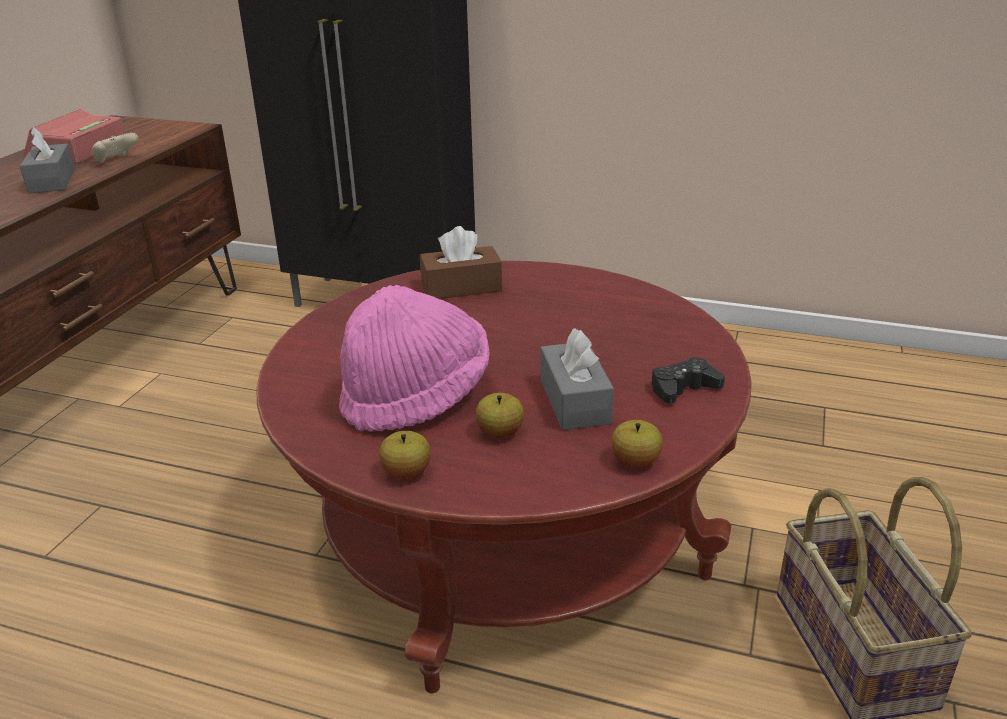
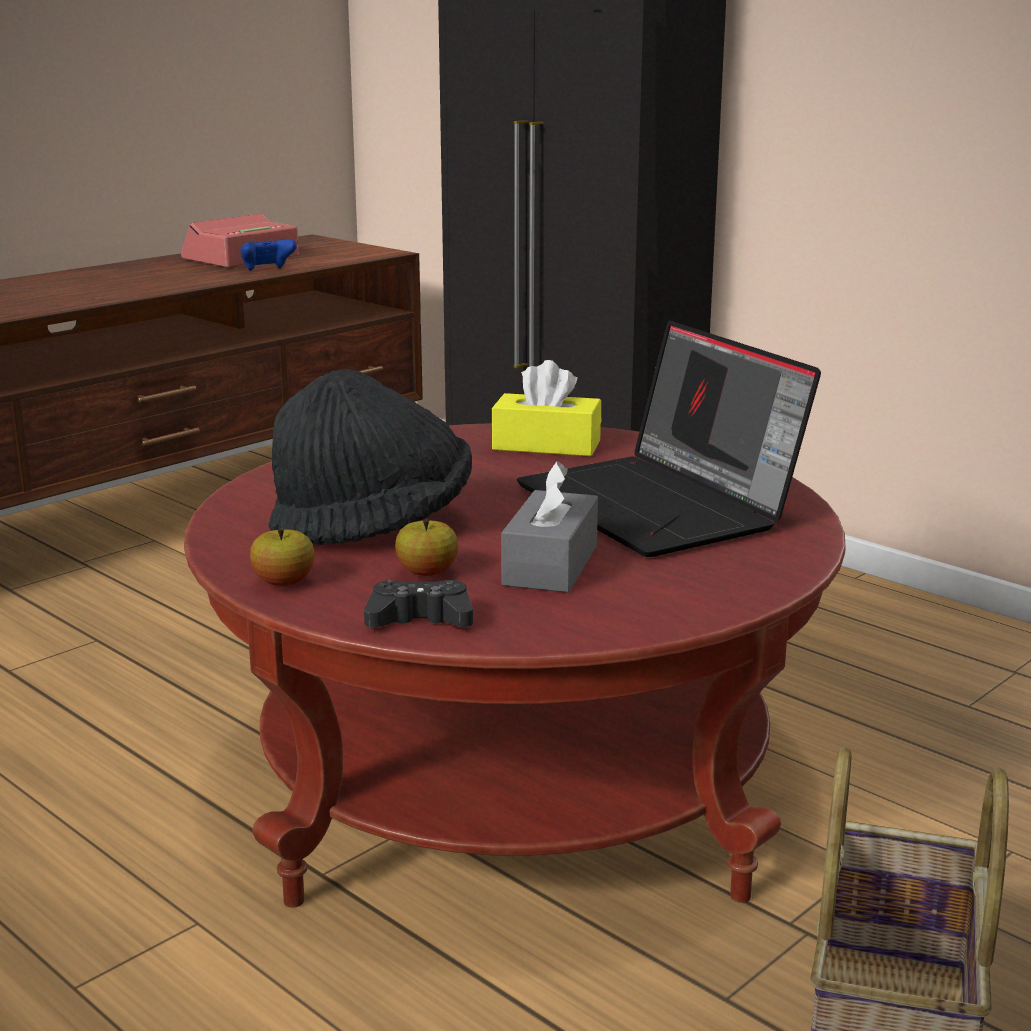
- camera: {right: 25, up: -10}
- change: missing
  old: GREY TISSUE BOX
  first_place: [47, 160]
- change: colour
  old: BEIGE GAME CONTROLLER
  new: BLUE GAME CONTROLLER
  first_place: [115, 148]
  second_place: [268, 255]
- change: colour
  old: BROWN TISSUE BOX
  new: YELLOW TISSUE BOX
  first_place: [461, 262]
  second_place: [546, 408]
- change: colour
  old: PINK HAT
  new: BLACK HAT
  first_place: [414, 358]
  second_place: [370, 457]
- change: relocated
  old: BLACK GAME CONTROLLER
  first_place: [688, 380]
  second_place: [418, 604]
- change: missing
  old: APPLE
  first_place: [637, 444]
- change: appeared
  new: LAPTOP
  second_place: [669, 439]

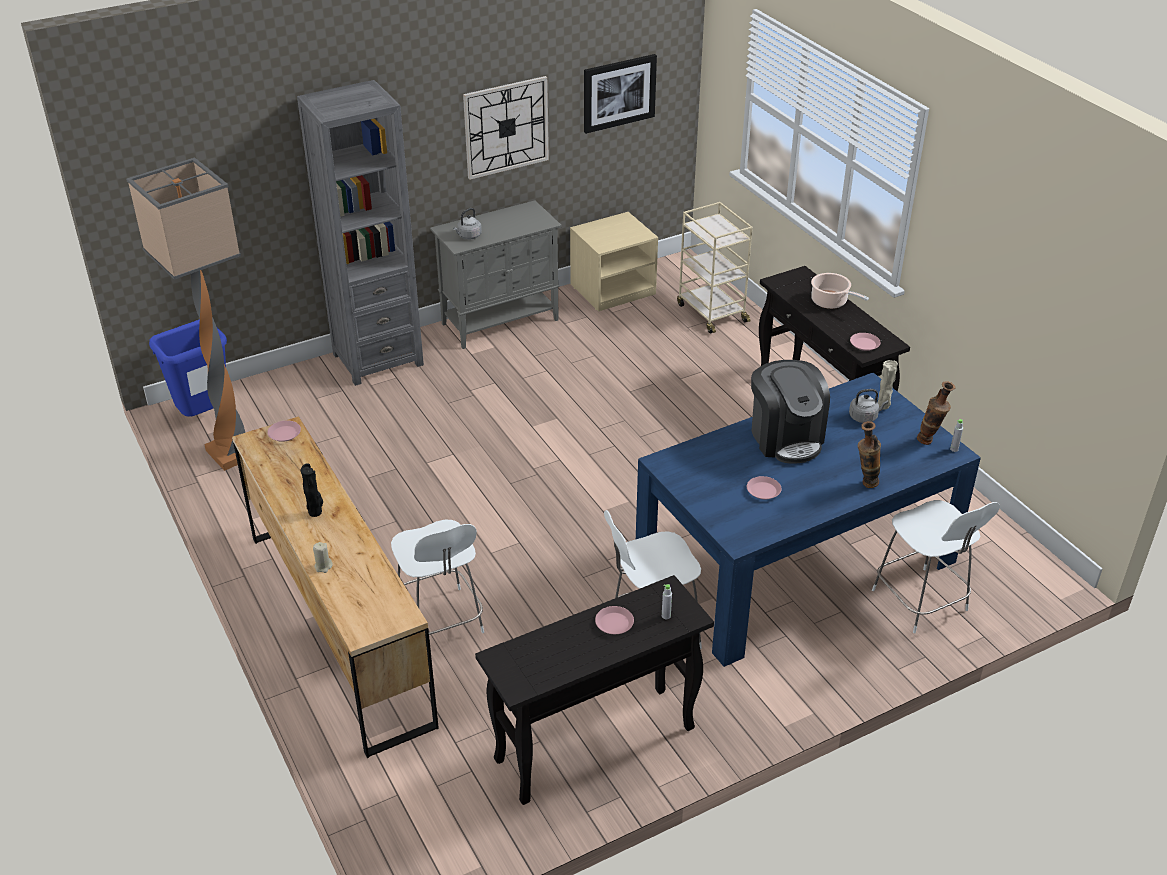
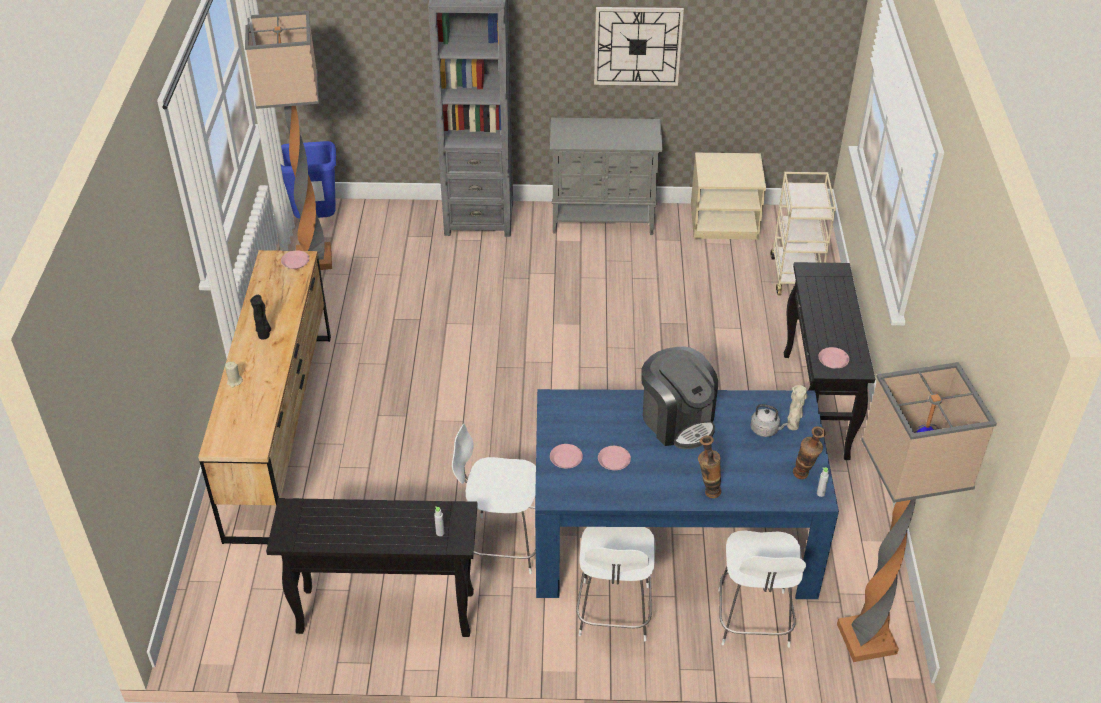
- camera: {right: 30, up: 5}
- change: missing
  old: PICTURE
  first_place: [620, 94]
- change: missing
  old: GREY KETTLE
  first_place: [467, 223]
- change: missing
  old: COOKING POT
  first_place: [840, 291]
- change: spun
  old: COFFEE MACHINE
  first_place: [790, 412]
  second_place: [679, 398]
  degrees: -45
- change: relocated
  old: WHITE STOOL
  first_place: [437, 577]
  second_place: [615, 584]
- change: relocated
  old: PINK PLATE
  first_place: [614, 620]
  second_place: [566, 456]
- change: appeared
  new: FLOOR LAMP
  second_place: [917, 512]

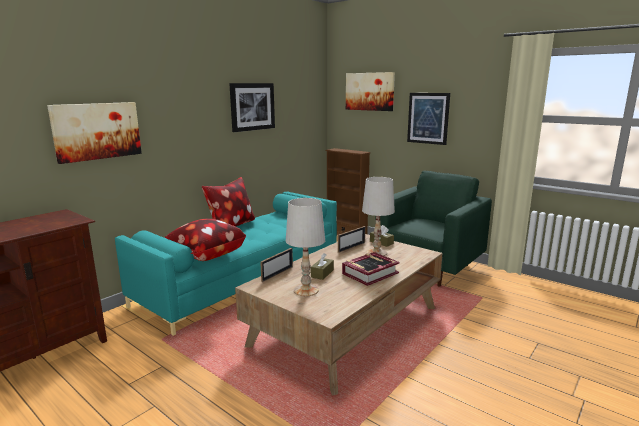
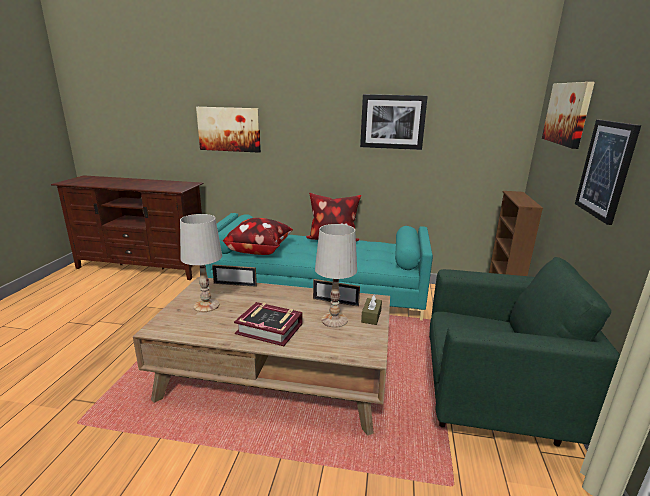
- camera: {right: 60, up: 5}
- change: missing
  old: BROWN TISSUE BOX
  first_place: [322, 266]

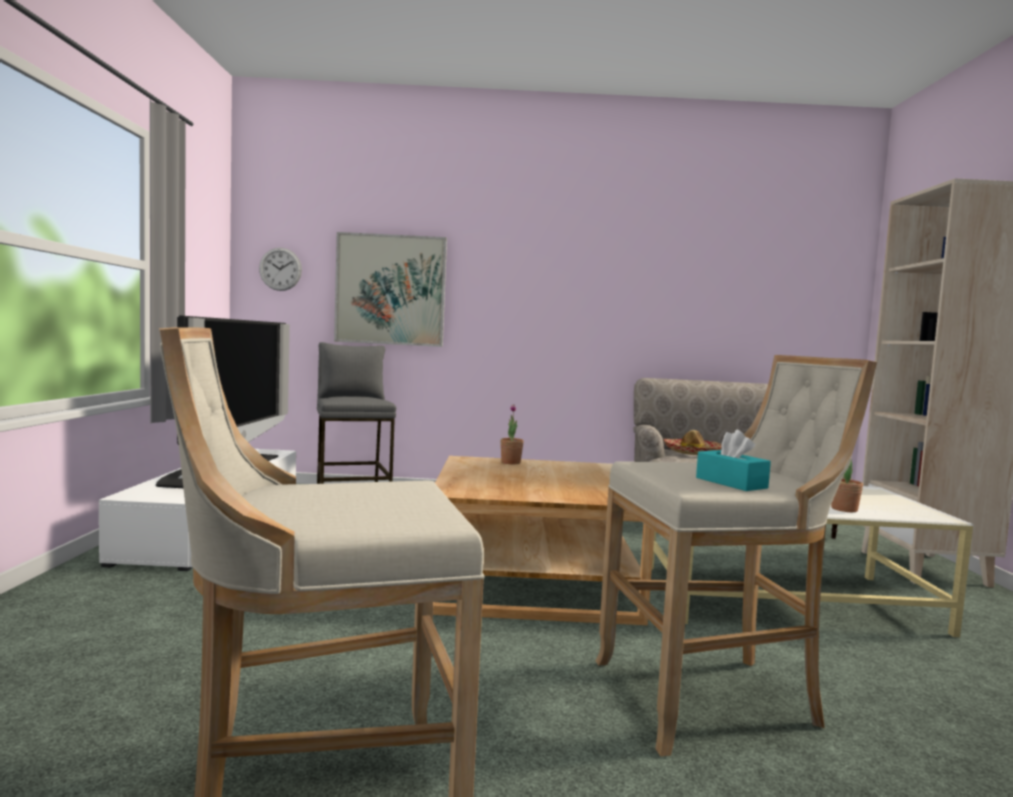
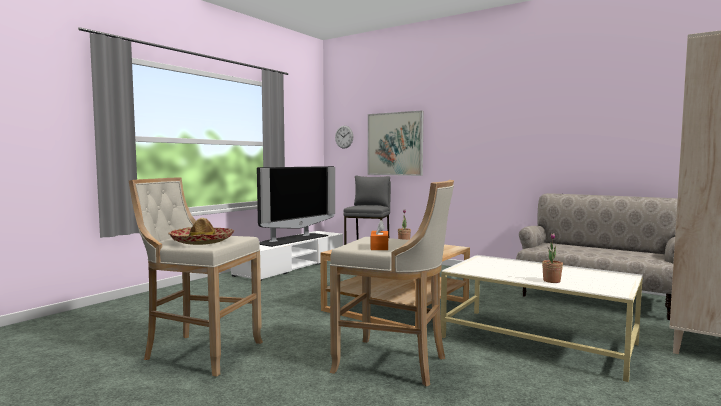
- camera: {right: 35, up: 0}
- change: relocated
  old: HAT
  first_place: [692, 442]
  second_place: [201, 231]
- change: colour
  old: TURQUOISE TISSUE BOX
  new: ORANGE TISSUE BOX
  first_place: [733, 460]
  second_place: [379, 235]

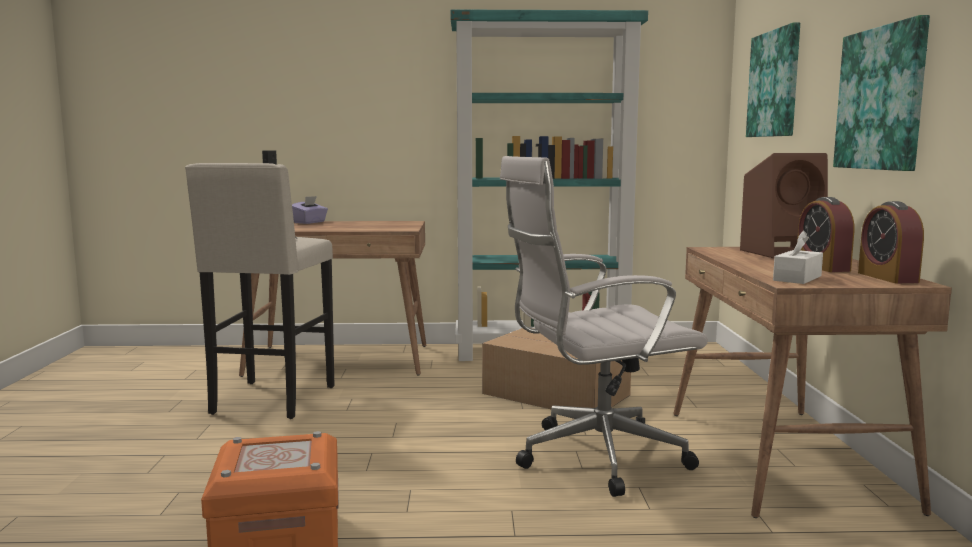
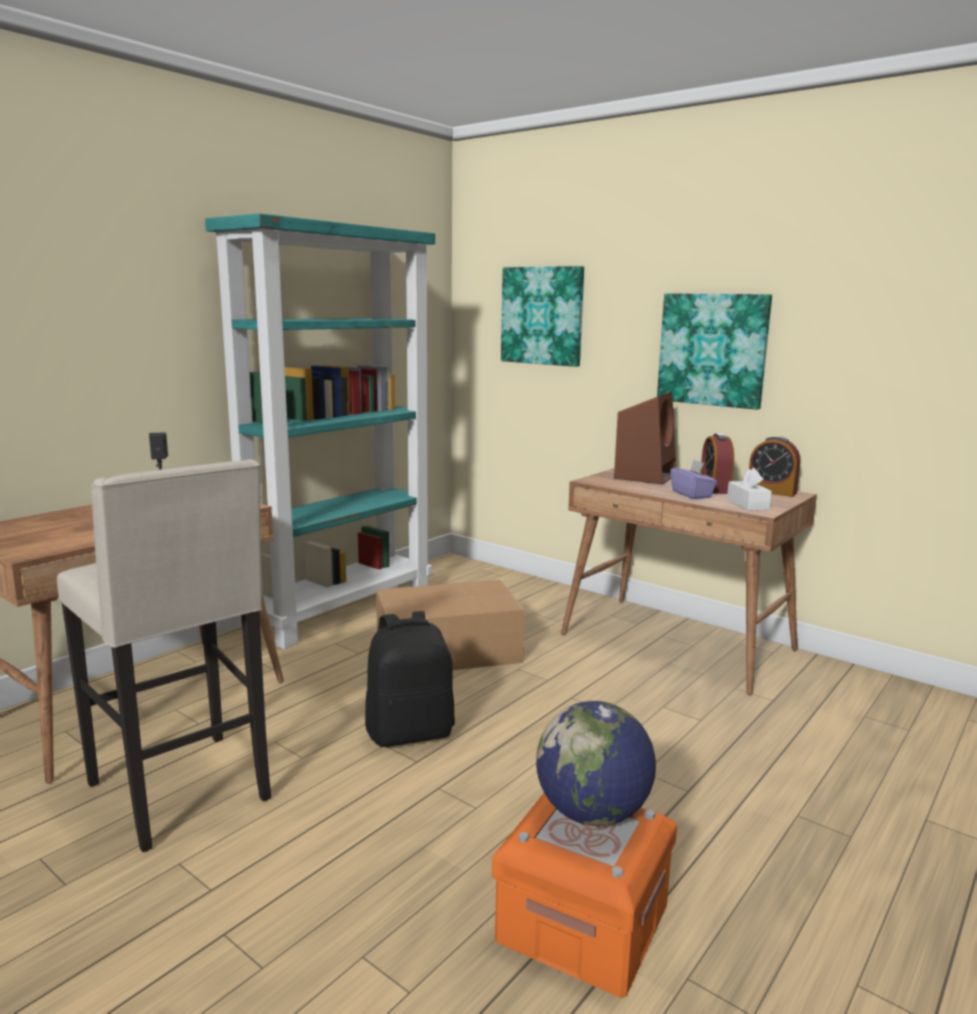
- camera: {right: -50, up: 5}
- change: missing
  old: WHITE OFFICE CHAIR
  first_place: [604, 326]
- change: relocated
  old: PURPLE TISSUE BOX
  first_place: [310, 210]
  second_place: [694, 479]
- change: spun
  old: ALARM CLOCK
  first_place: [825, 234]
  second_place: [717, 463]
  degrees: 60
- change: appeared
  new: BLACK BACKPACK
  second_place: [410, 679]
- change: appeared
  new: GLOBE
  second_place: [596, 763]

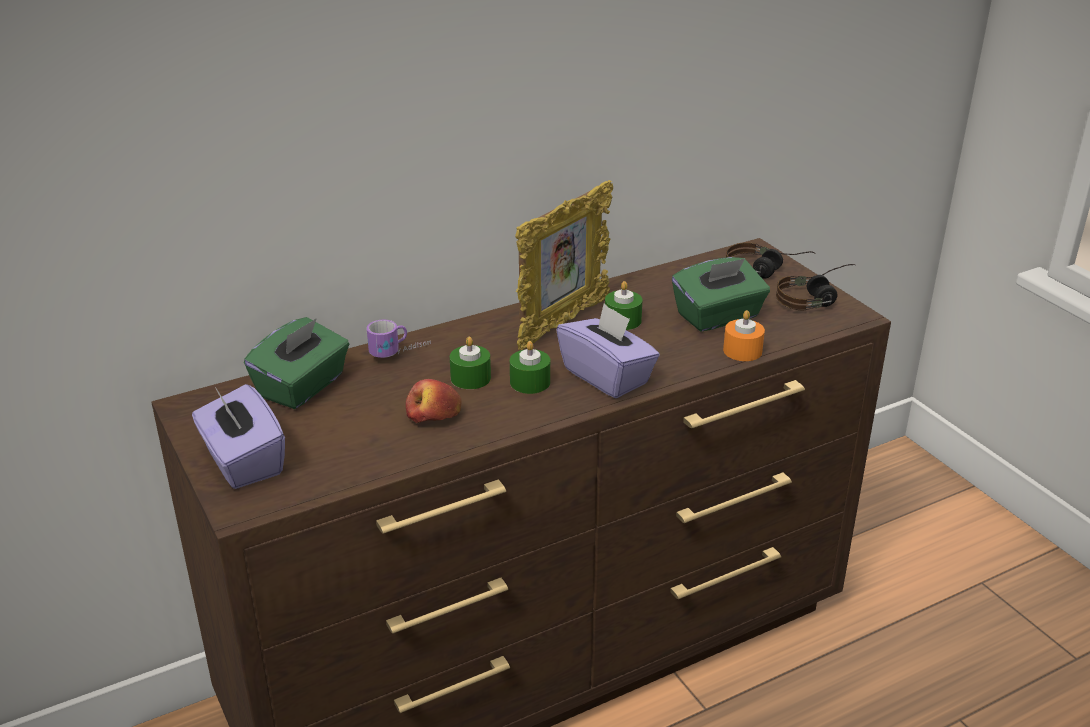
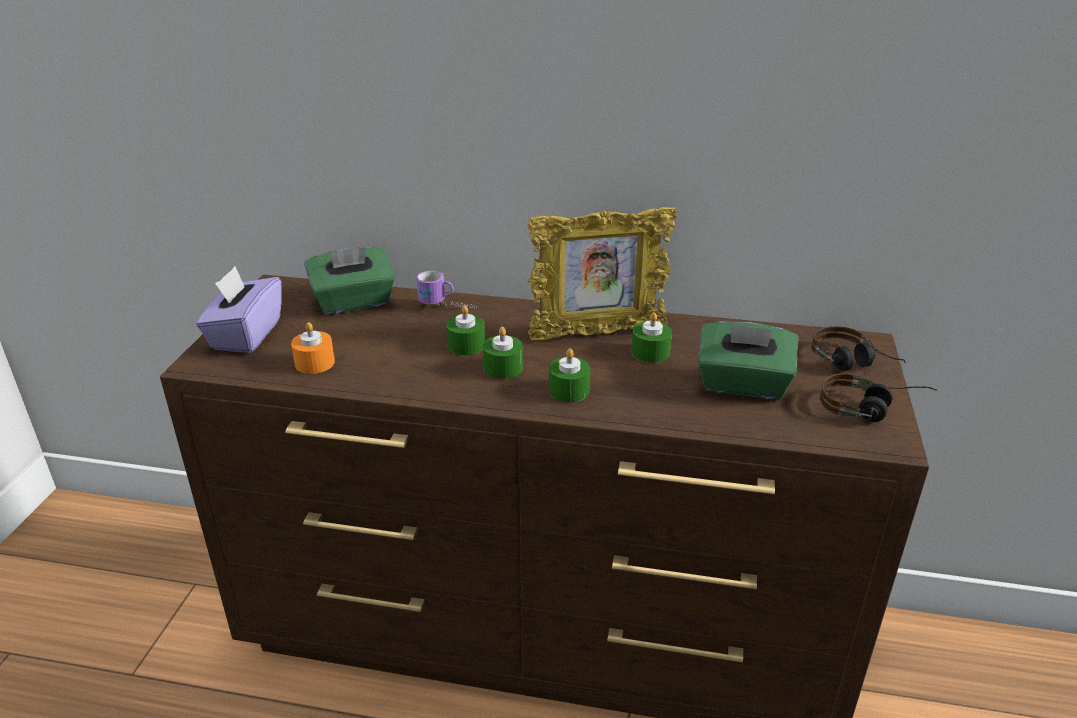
- camera: {right: 40, up: 0}
- change: exchanged
  old: PURPLE TISSUE BOX
  new: GREEN CANDLE
  first_place: [608, 350]
  second_place: [569, 375]
- change: relocated
  old: ORANGE CANDLE
  first_place: [744, 335]
  second_place: [313, 348]
- change: missing
  old: APPLE
  first_place: [434, 401]

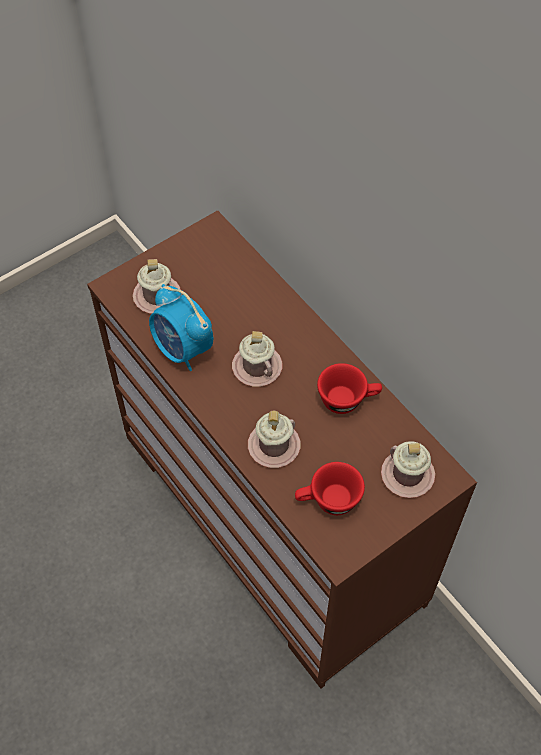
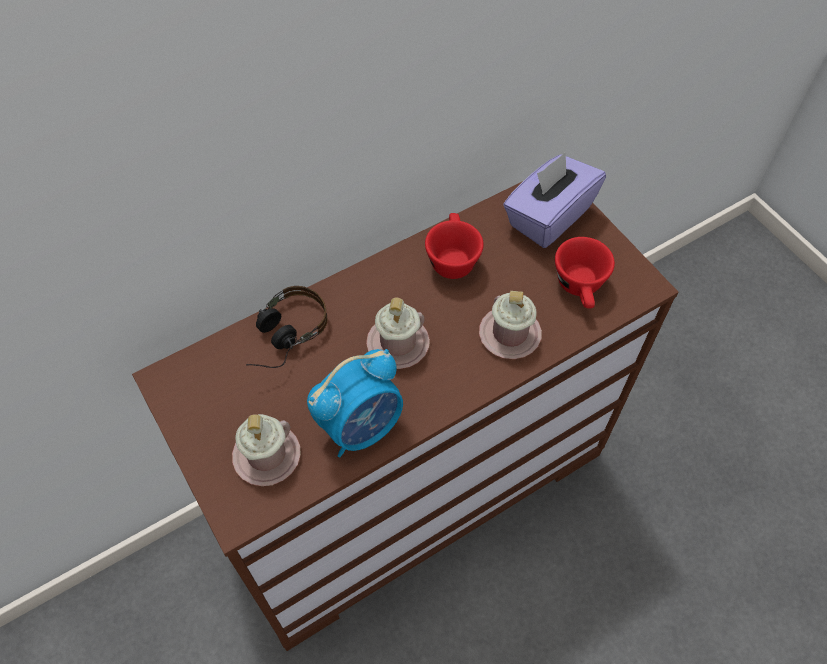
- camera: {right: -85, up: 0}
- change: exchanged
  old: PINK MUG
  new: PURPLE TISSUE BOX
  first_place: [408, 469]
  second_place: [554, 200]
- change: appeared
  new: HEADPHONES
  second_place: [286, 327]

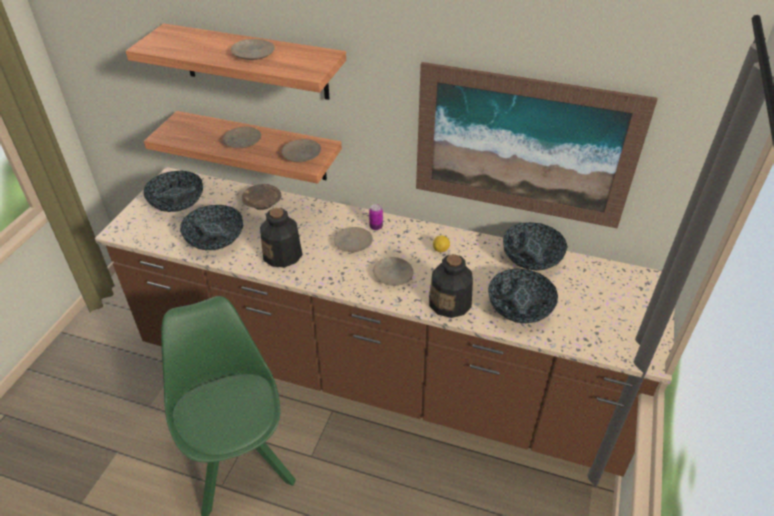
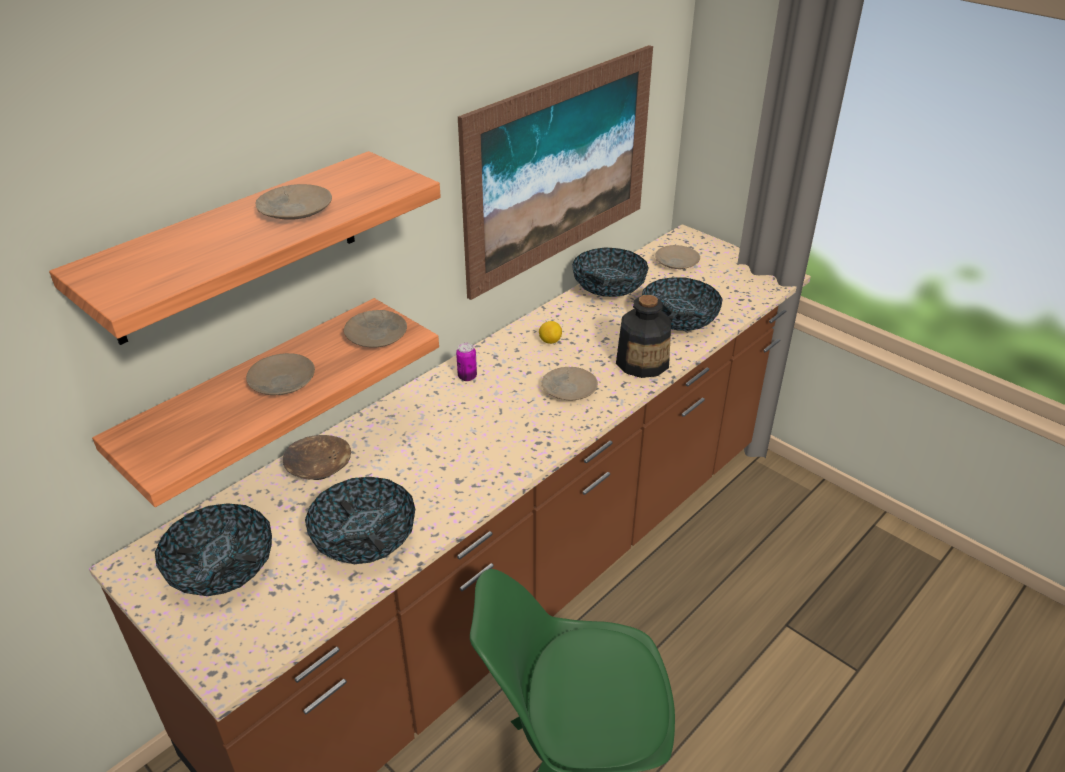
- camera: {right: -65, up: -5}
- change: missing
  old: BOTTLE
  first_place: [281, 237]
- change: relocated
  old: BEIGE PLATE
  first_place: [353, 239]
  second_place: [677, 257]

